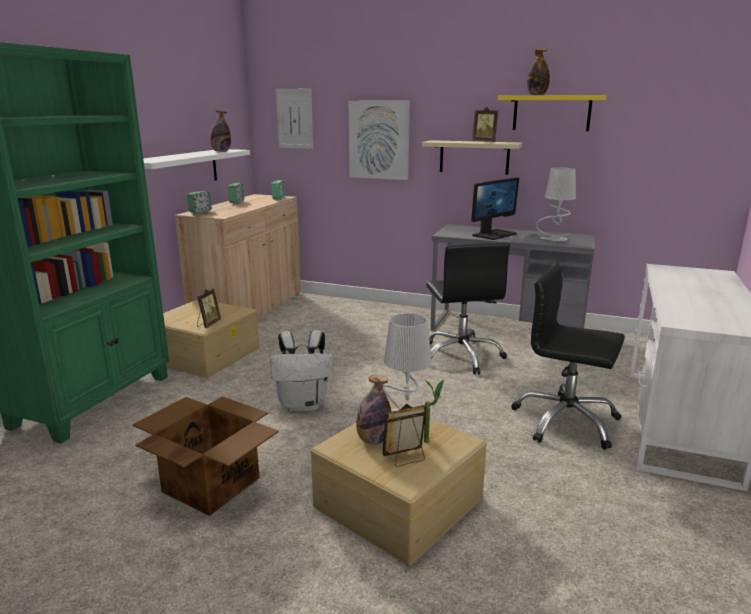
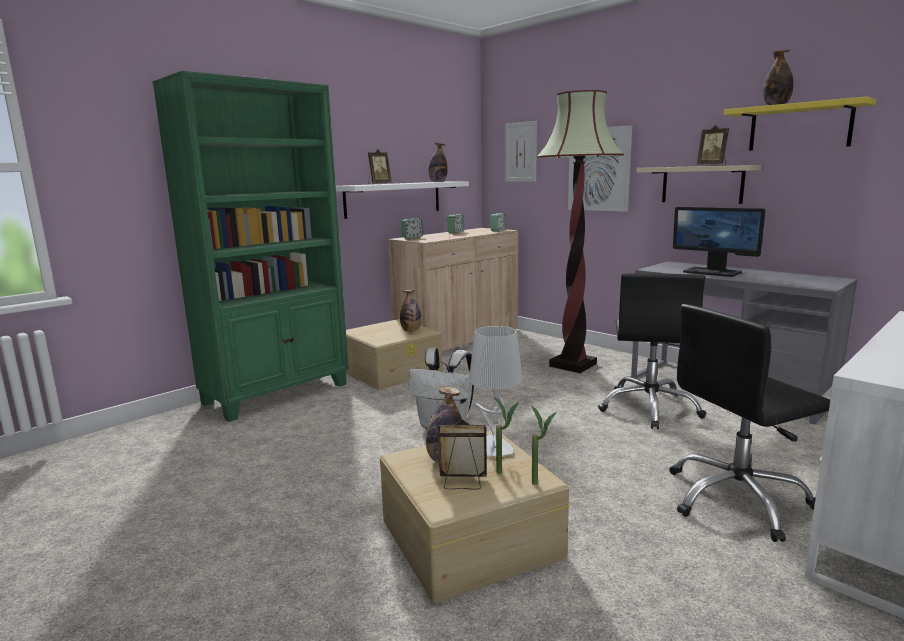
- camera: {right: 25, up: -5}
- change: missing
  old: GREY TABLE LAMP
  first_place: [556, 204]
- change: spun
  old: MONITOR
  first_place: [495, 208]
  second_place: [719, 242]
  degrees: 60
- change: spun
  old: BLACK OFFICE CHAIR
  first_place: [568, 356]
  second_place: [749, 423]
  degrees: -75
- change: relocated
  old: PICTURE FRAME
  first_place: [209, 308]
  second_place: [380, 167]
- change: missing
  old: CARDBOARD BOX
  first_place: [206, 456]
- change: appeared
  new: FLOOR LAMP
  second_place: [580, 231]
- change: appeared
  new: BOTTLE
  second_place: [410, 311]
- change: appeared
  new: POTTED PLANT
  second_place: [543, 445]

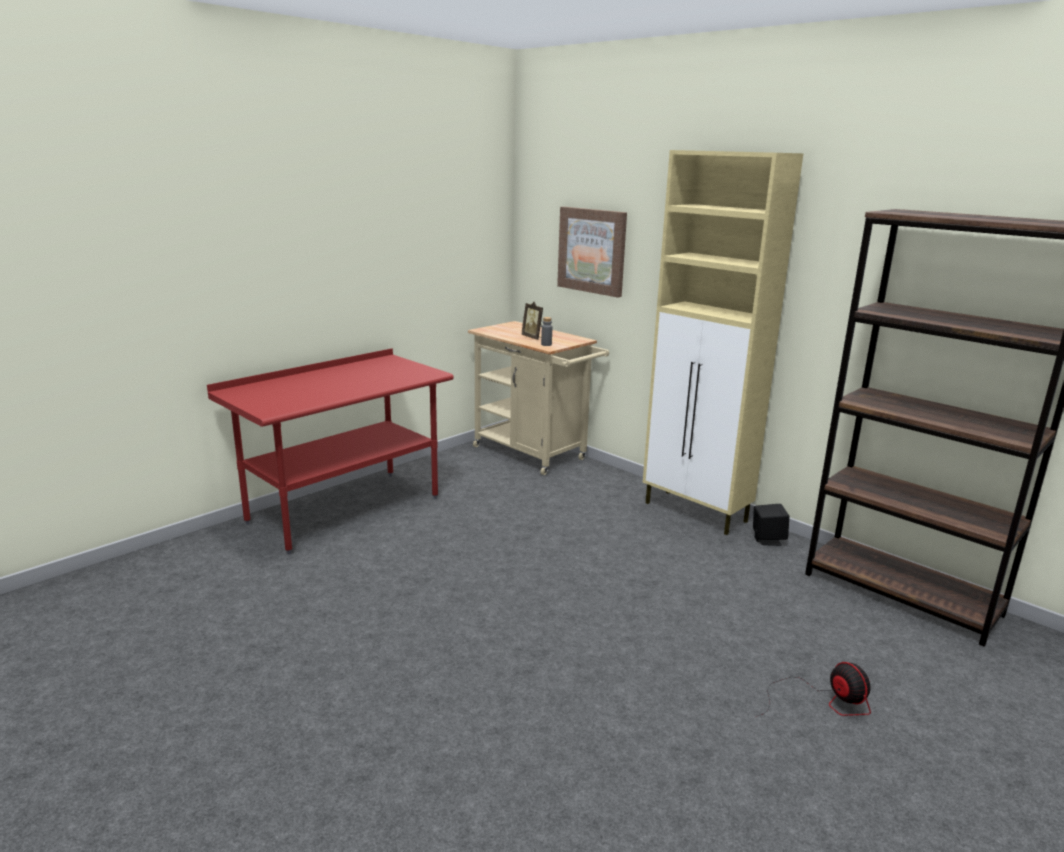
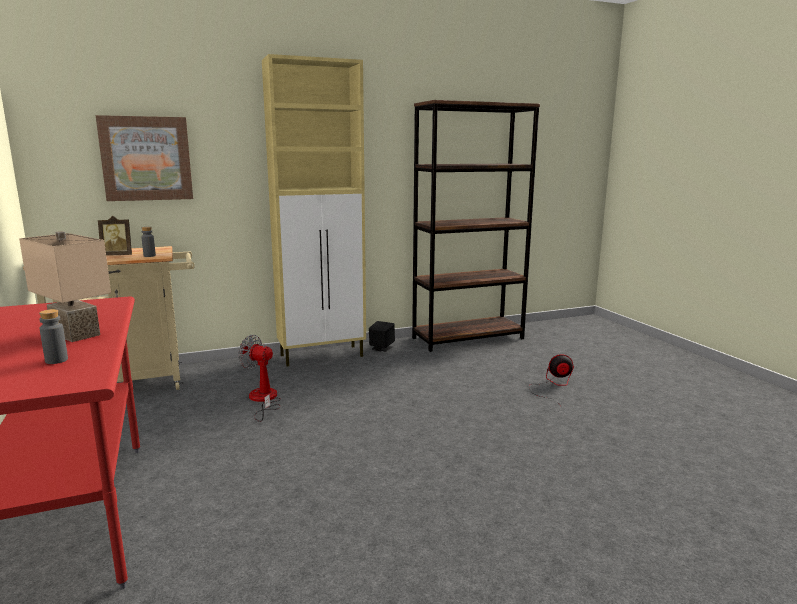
- camera: {right: -65, up: -5}
- change: appeared
  new: BEIGE TABLE LAMP
  second_place: [65, 286]
- change: appeared
  new: GREY BOTTLE
  second_place: [53, 336]
- change: appeared
  new: FAN
  second_place: [259, 378]

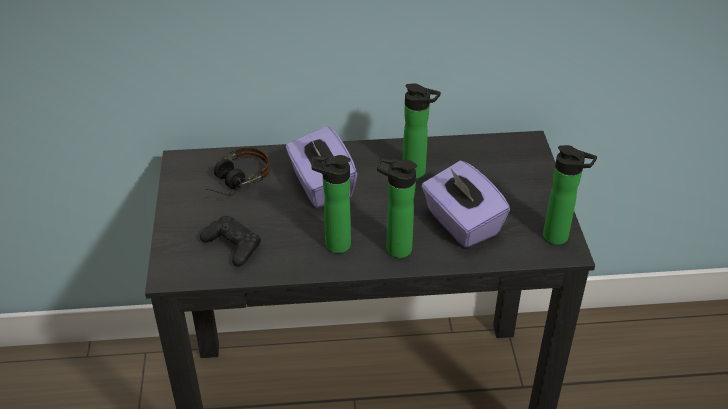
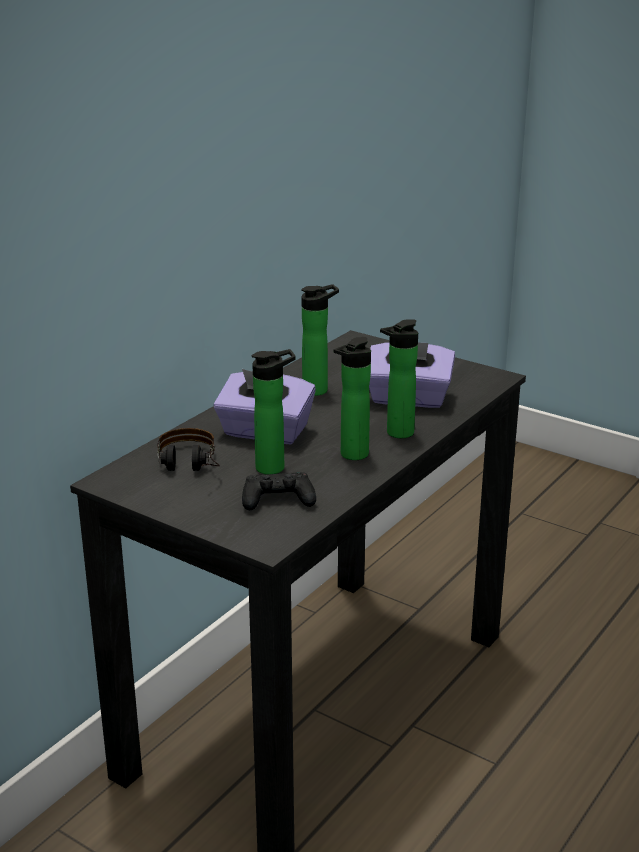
- camera: {right: -50, up: -15}
- change: relocated
  old: BOTTLE
  first_place: [570, 195]
  second_place: [273, 412]

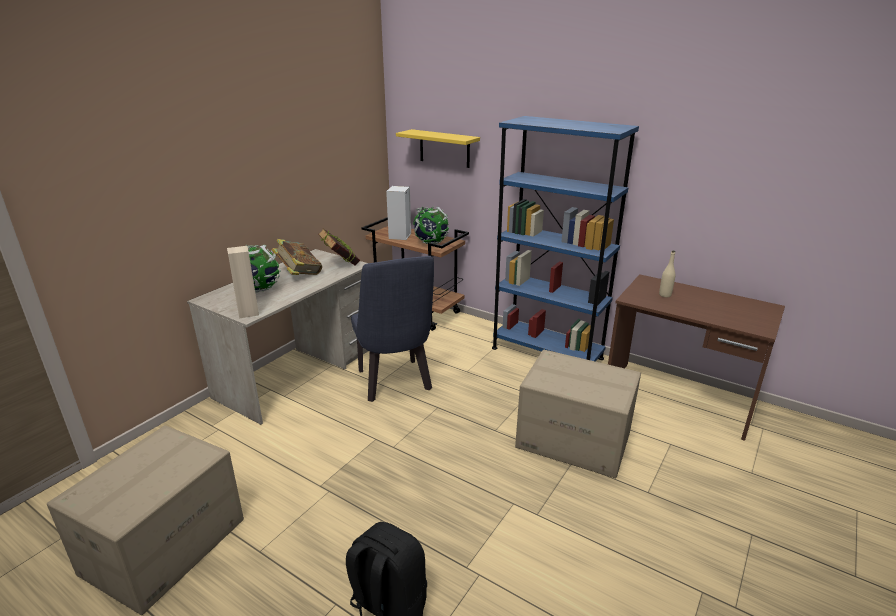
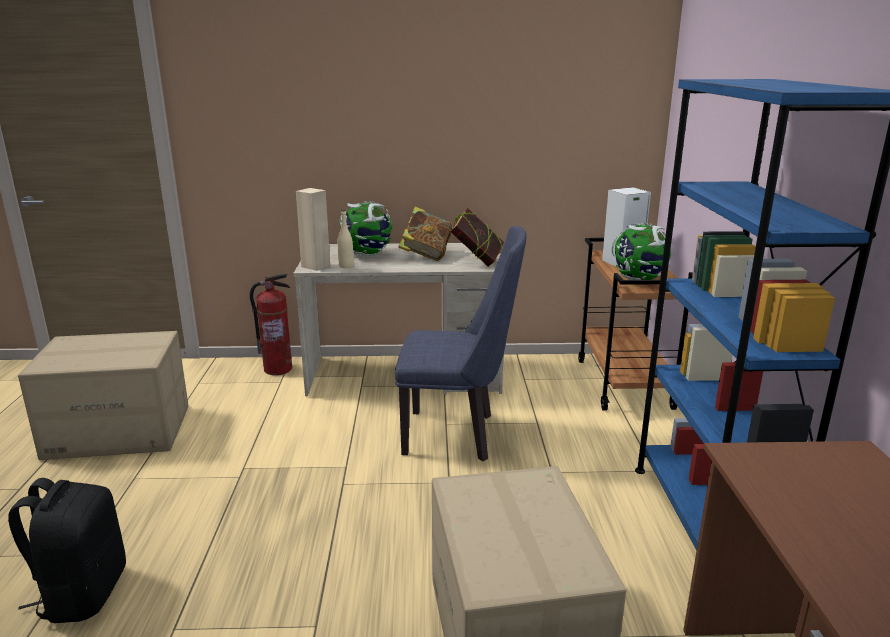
- camera: {right: 55, up: -5}
- change: missing
  old: YELLOW SHELF
  first_place: [438, 148]
- change: relocated
  old: BEIGE BOTTLE
  first_place: [667, 274]
  second_place: [345, 239]
- change: spun
  old: BLUE CHAIR
  first_place: [392, 329]
  second_place: [460, 343]
  degrees: -120
- change: appeared
  new: FIRE EXTINGUISHER
  second_place: [271, 324]

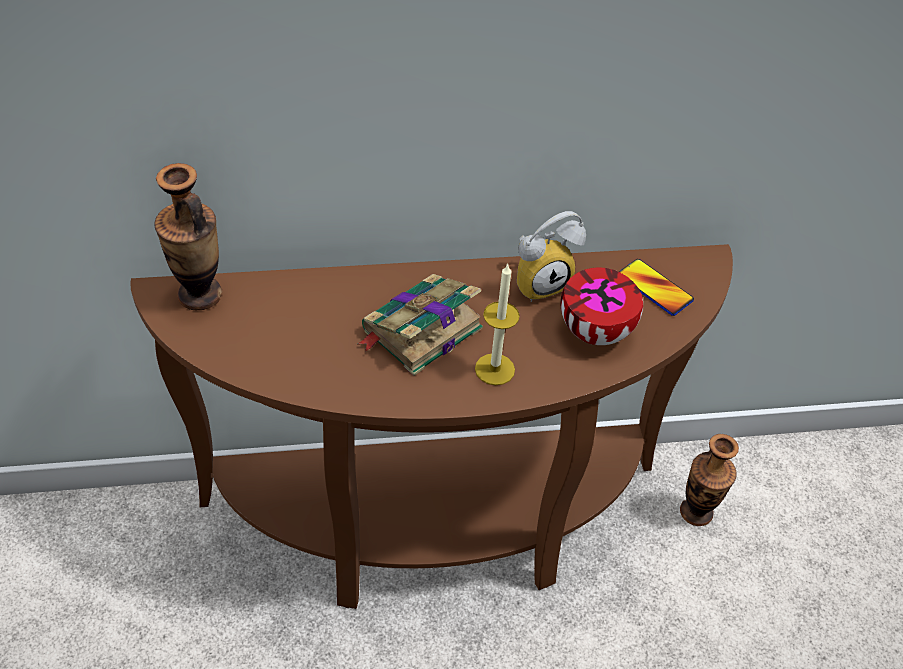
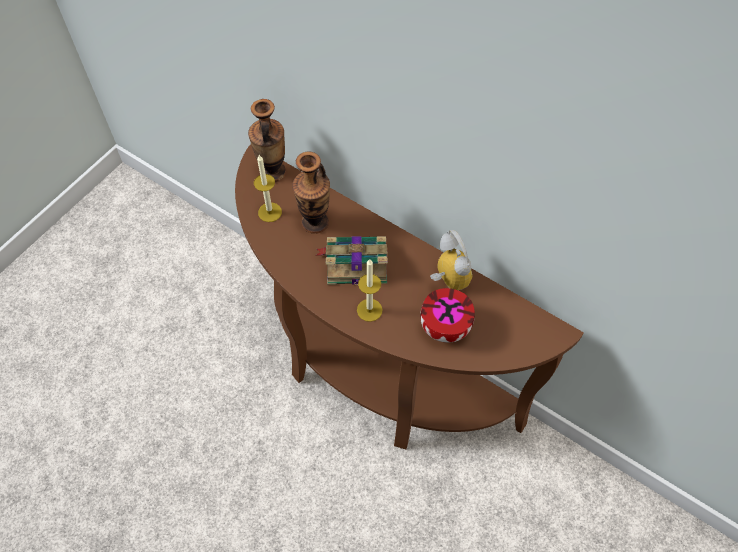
- camera: {right: 45, up: 10}
- change: spun
  old: ALARM CLOCK
  first_place: [551, 256]
  second_place: [451, 260]
  degrees: -135
- change: missing
  old: PHONE
  first_place: [656, 287]
- change: relocated
  old: VASE
  first_place: [709, 480]
  second_place: [311, 193]
- change: appeared
  new: CANDLE
  second_place: [268, 188]

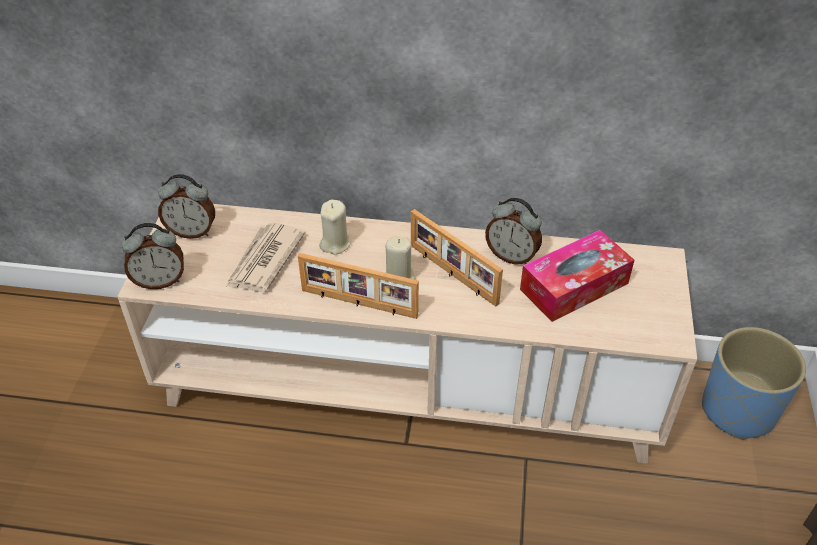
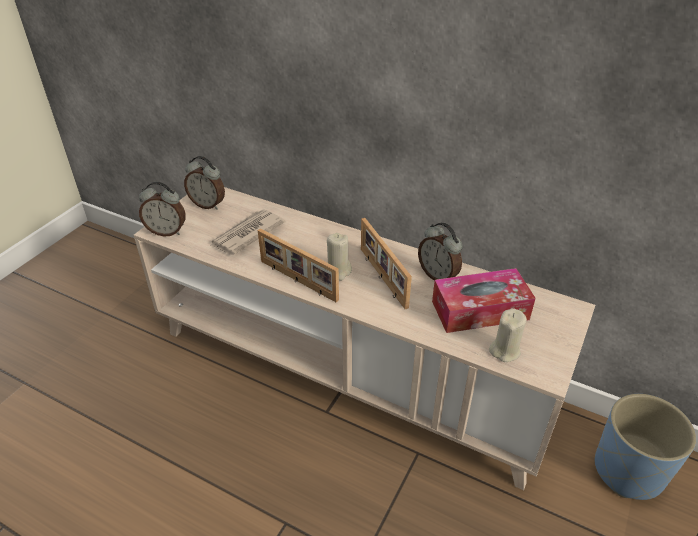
- camera: {right: 20, up: -5}
- change: relocated
  old: BEIGE CANDLE
  first_place: [335, 227]
  second_place: [508, 335]

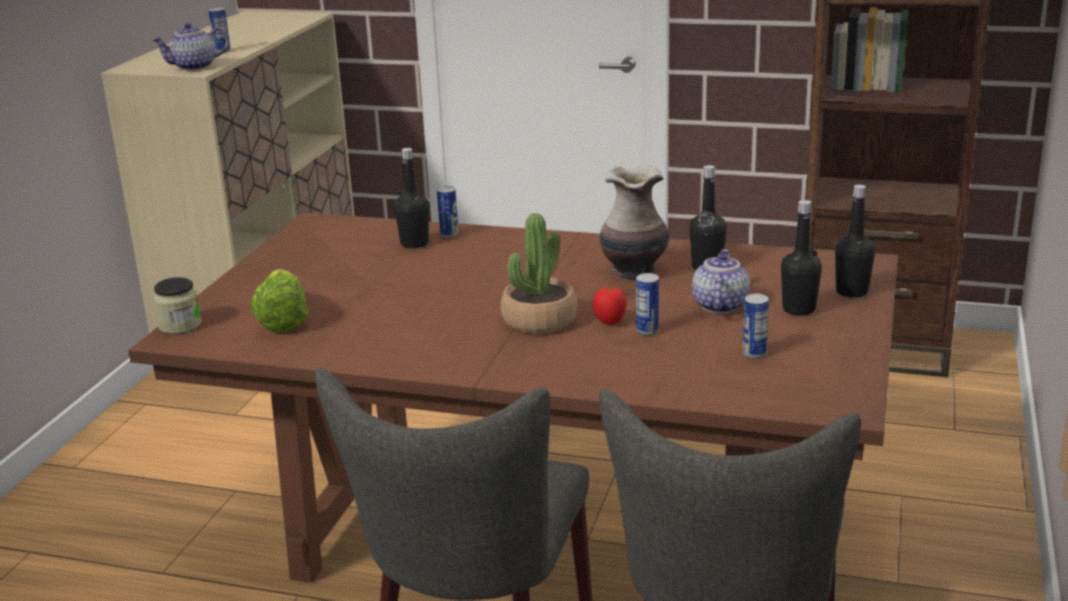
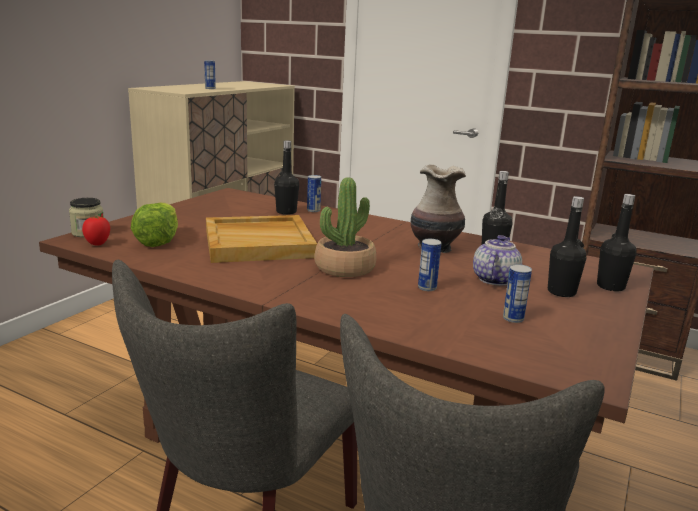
- camera: {right: 10, up: -5}
- change: missing
  old: TEAPOT
  first_place: [190, 47]
- change: relocated
  old: TOMATO
  first_place: [610, 305]
  second_place: [96, 231]
- change: appeared
  new: BEIGE TRAY
  second_place: [261, 239]

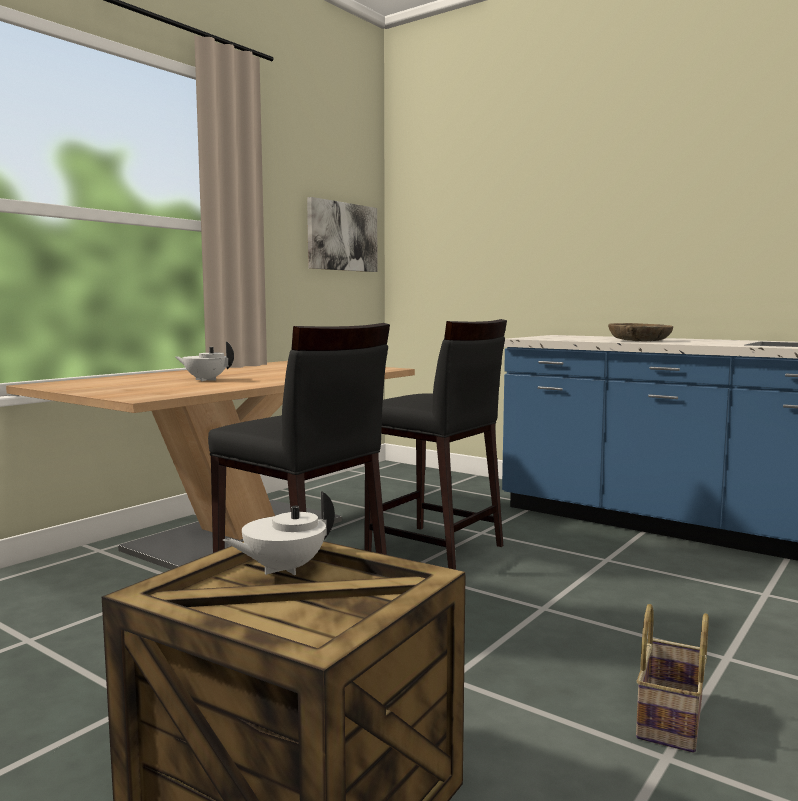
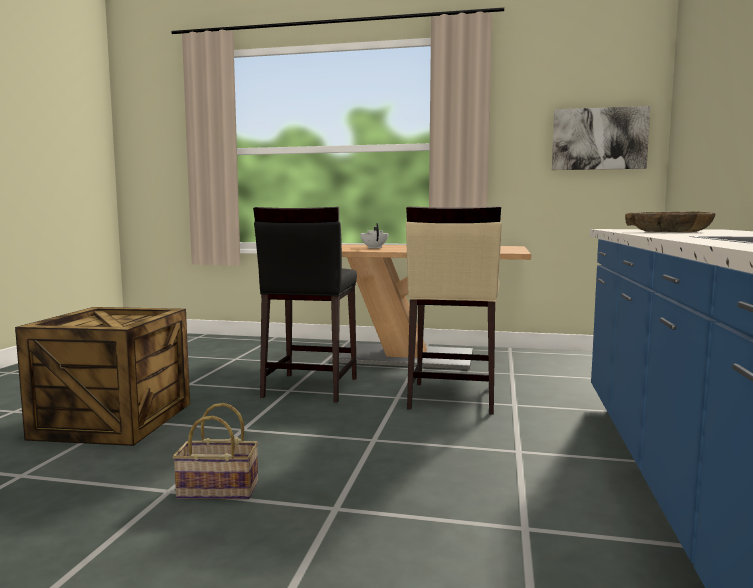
- camera: {right: 65, up: 0}
- change: colour
  old: BLACK STOOL
  new: BEIGE STOOL
  first_place: [435, 444]
  second_place: [454, 310]
- change: missing
  old: WHITE TEAPOT
  first_place: [279, 533]

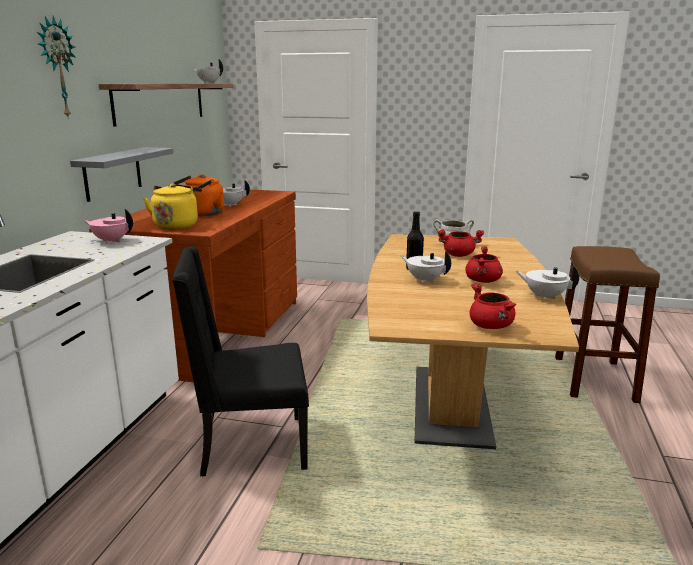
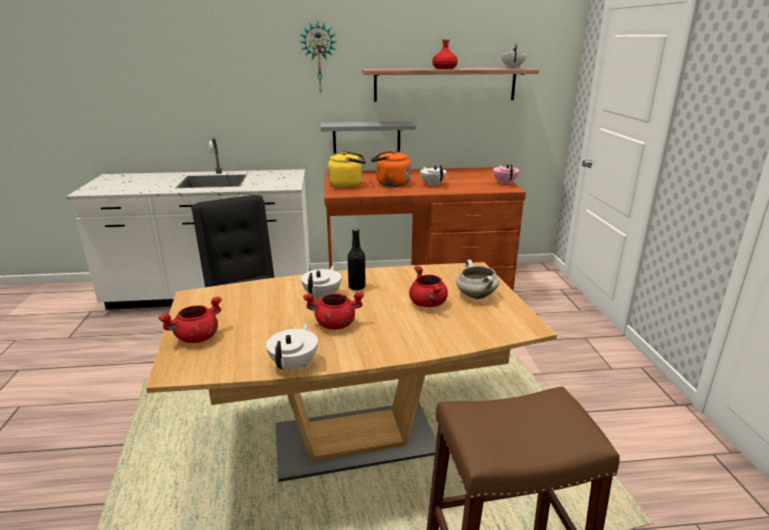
- camera: {right: 70, up: 5}
- change: relocated
  old: PINK TEAPOT
  first_place: [108, 226]
  second_place: [506, 174]
- change: appeared
  new: RED BOTTLE
  second_place: [445, 54]

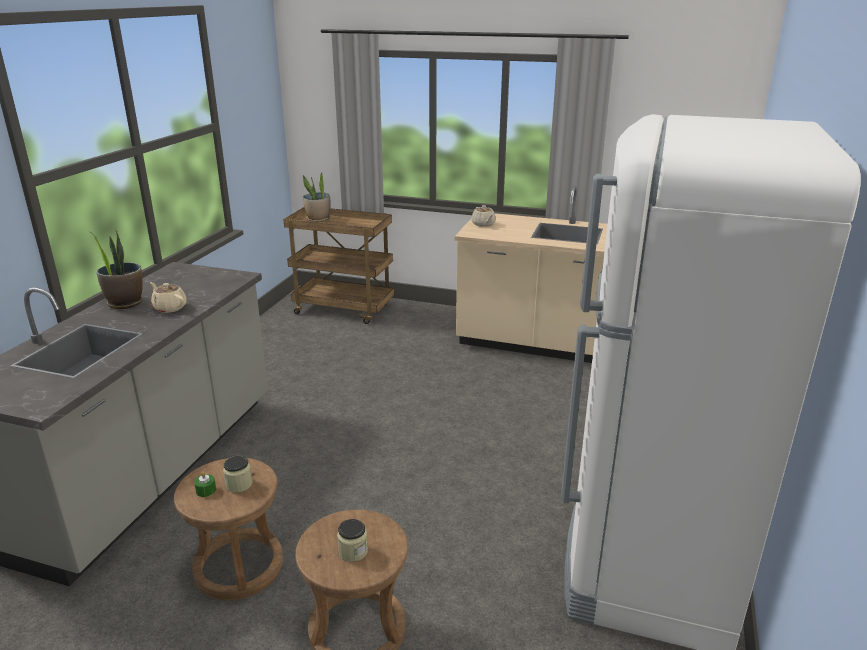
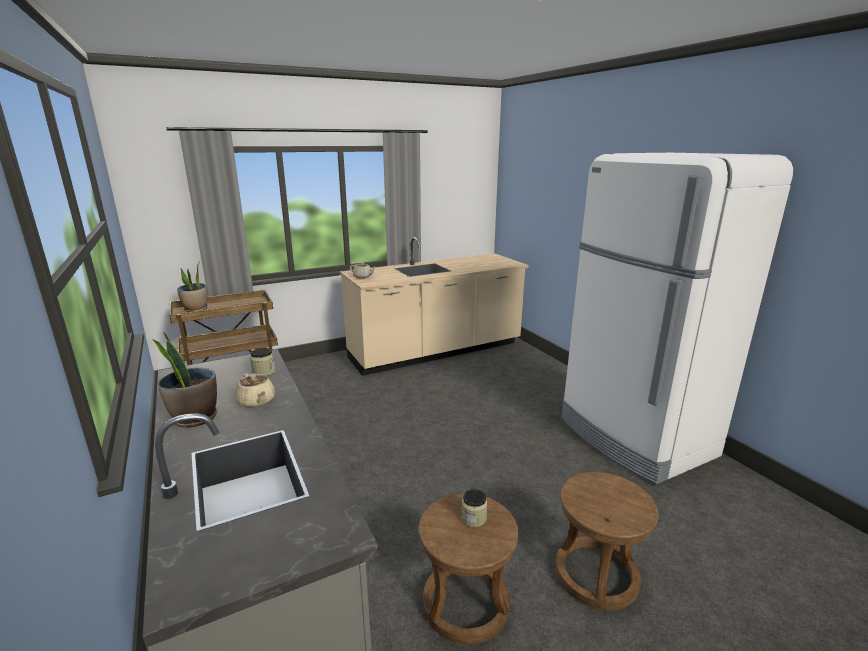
- camera: {right: -45, up: -5}
- change: spun
  old: BEIGE TEAPOT
  first_place: [168, 297]
  second_place: [255, 391]
  degrees: -120
- change: missing
  old: GREEN CANDLE
  first_place: [205, 484]
- change: relocated
  old: JAR
  first_place: [352, 540]
  second_place: [262, 362]

